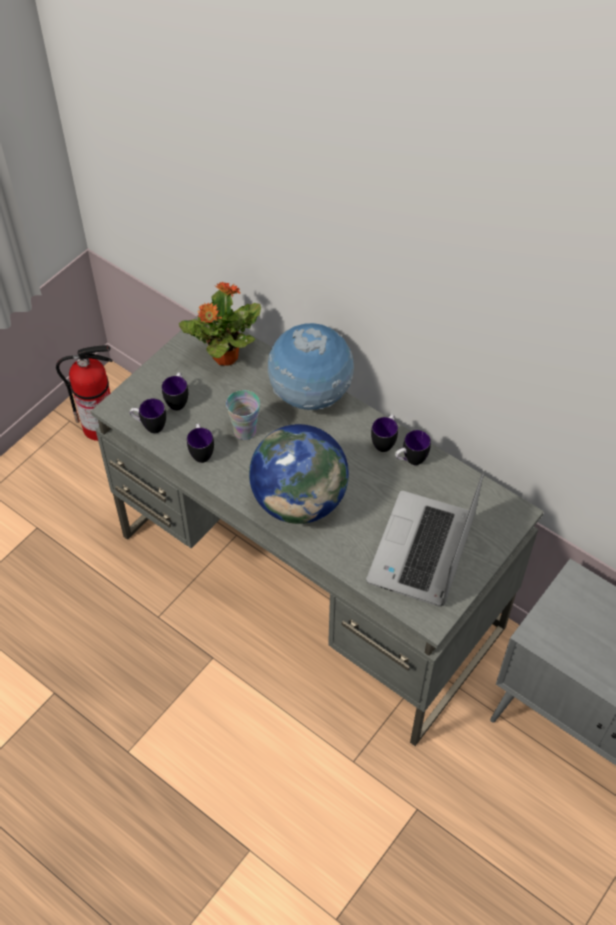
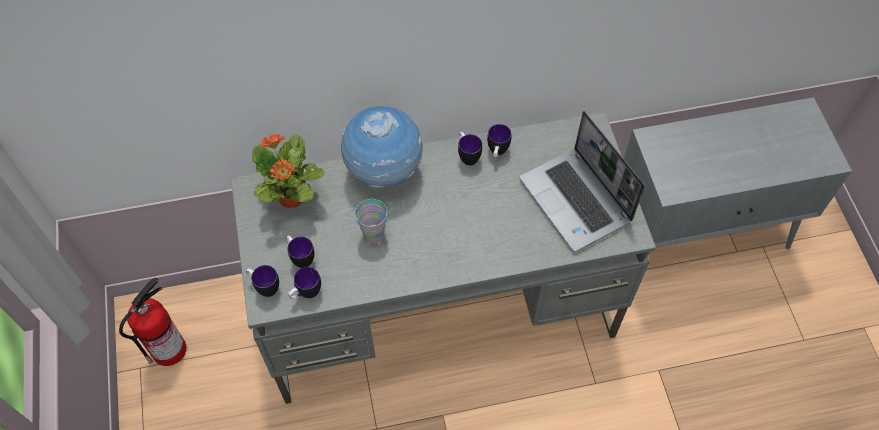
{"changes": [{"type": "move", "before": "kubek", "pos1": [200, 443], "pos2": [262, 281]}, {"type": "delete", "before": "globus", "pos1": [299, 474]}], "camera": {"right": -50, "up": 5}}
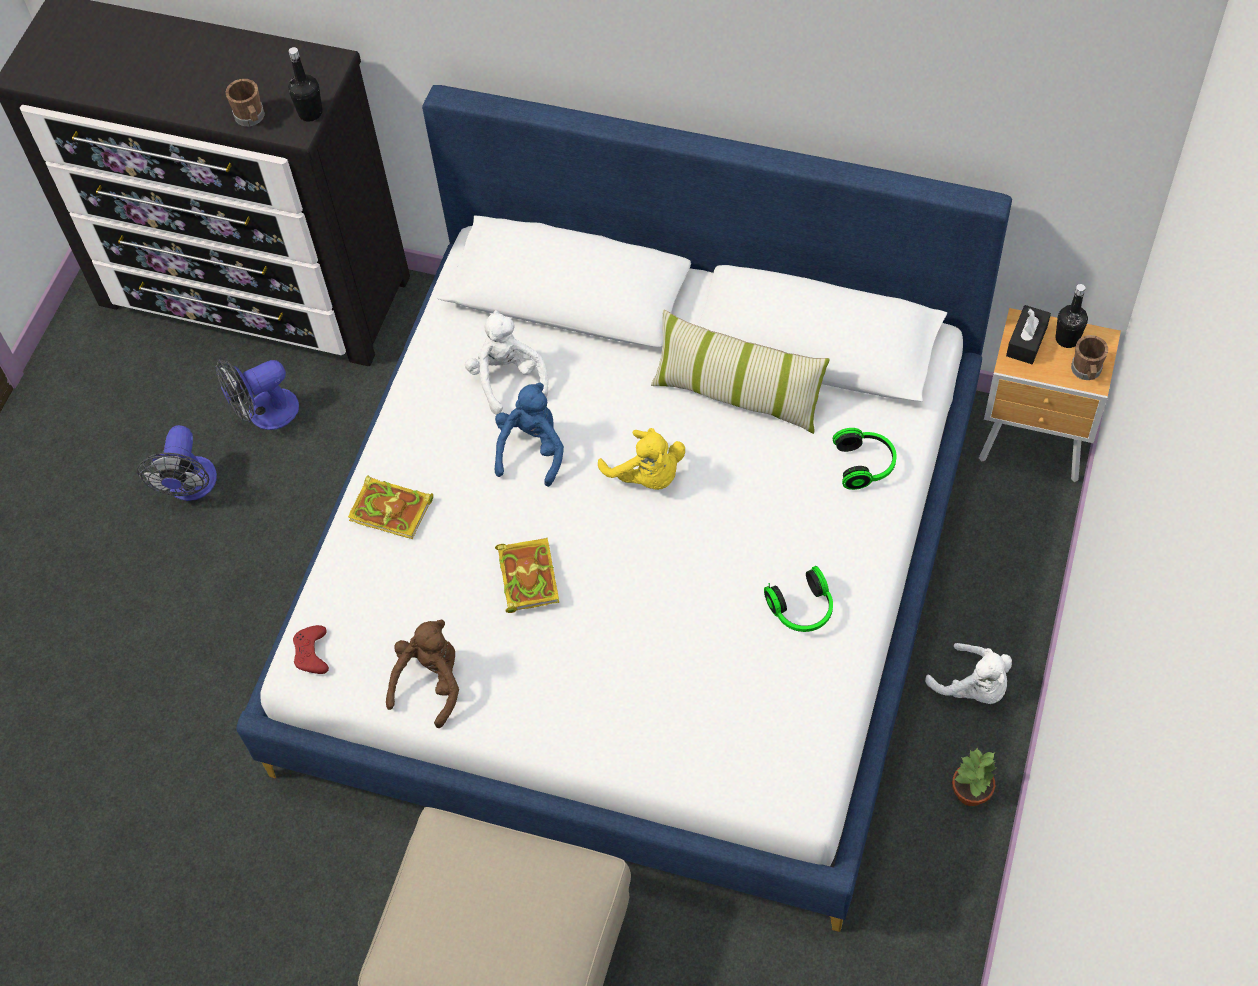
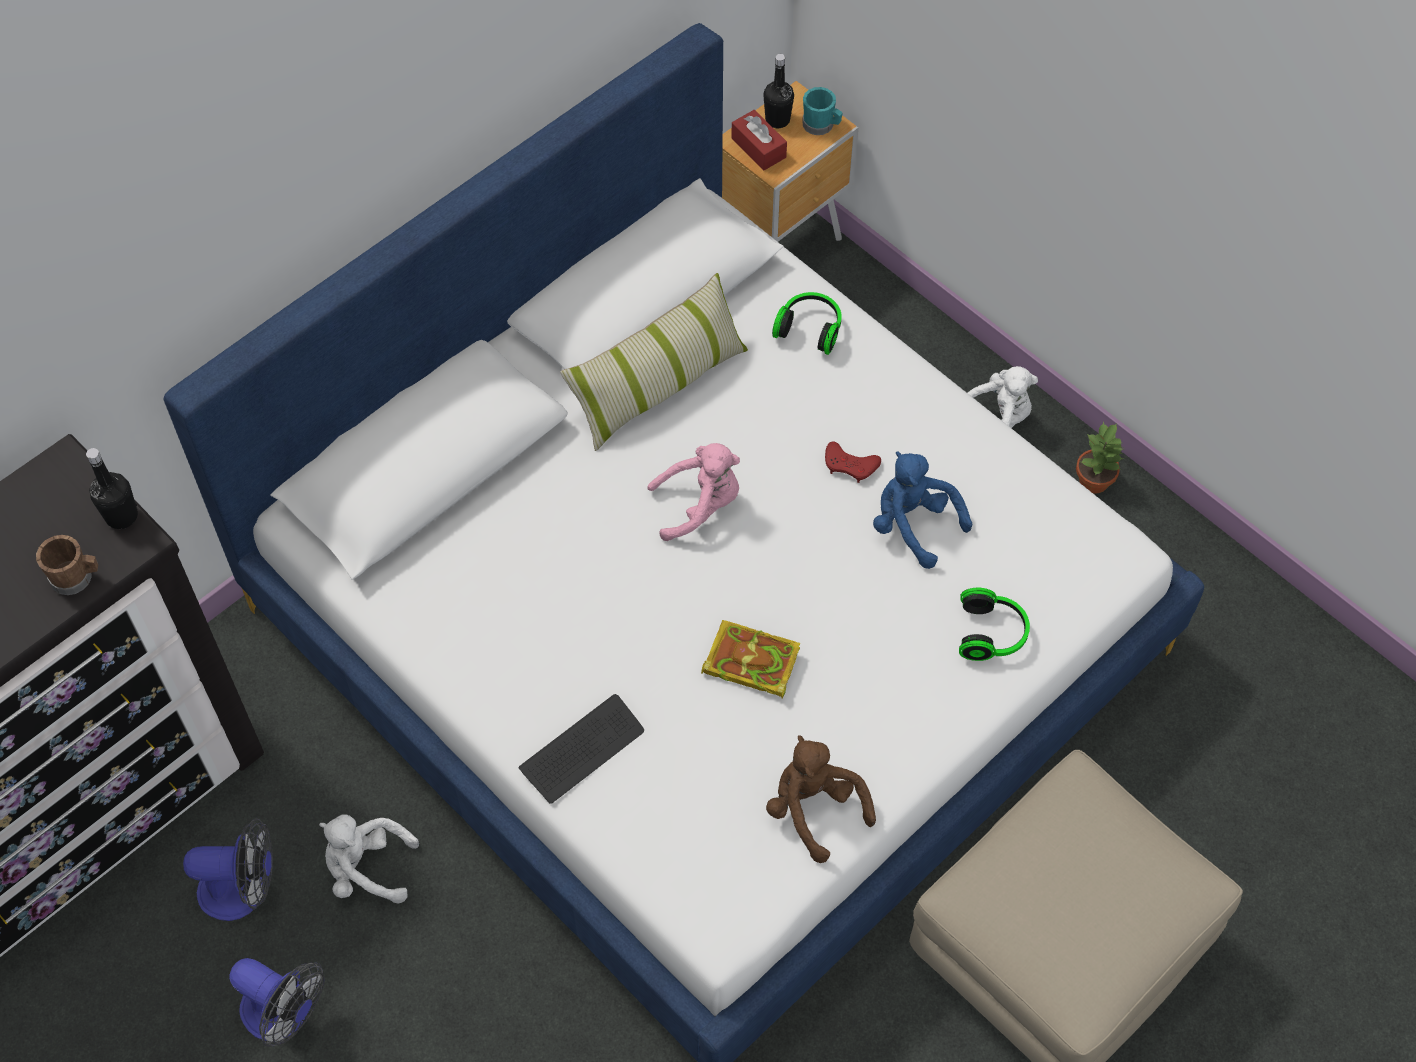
{"changes": [{"type": "recolor", "before": "pudełko chusteczek (czarny)", "after": "pudełko chusteczek (czerwony)", "pos1": [1028, 334], "pos2": [759, 140]}, {"type": "move", "before": "pluszak (biały)", "pos1": [506, 362], "pos2": [369, 859]}, {"type": "recolor", "before": "kubek (brązowy)", "after": "kubek (turkusowy)", "pos1": [1089, 357], "pos2": [822, 111]}, {"type": "rotate", "before": "wentylator", "pos1": [257, 395], "pos2": [228, 869], "turn": -90}, {"type": "move", "before": "pluszak (niebieski)", "pos1": [529, 434], "pos2": [922, 510]}, {"type": "recolor", "before": "pluszak (żółty)", "after": "pluszak (różowy)", "pos1": [641, 459], "pos2": [693, 492]}, {"type": "replace", "before": "książka", "after": "klawiatura", "pos1": [390, 507], "pos2": [581, 749]}, {"type": "move", "before": "słuchawki", "pos1": [798, 599], "pos2": [994, 624]}, {"type": "move", "before": "pad do gier (czerwony)", "pos1": [311, 649], "pos2": [853, 462]}], "camera": {"right": -65, "up": 0}}
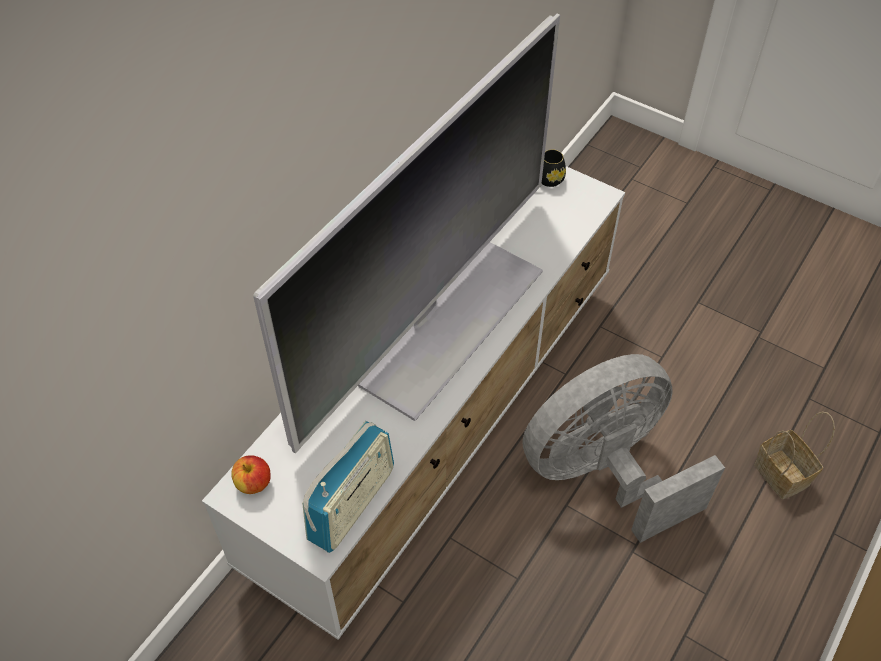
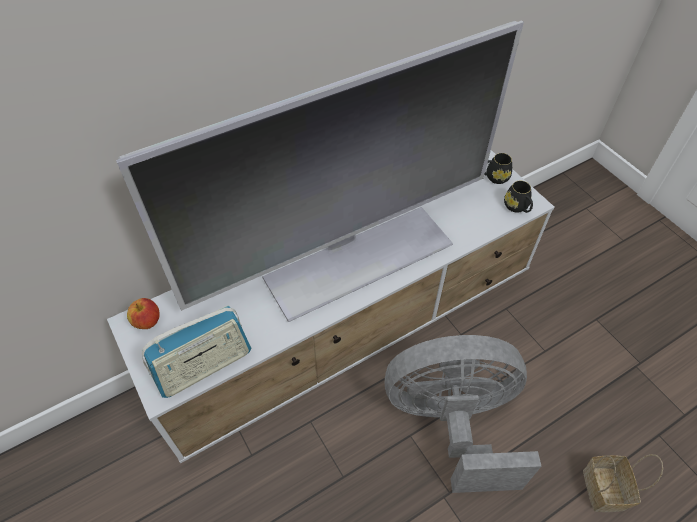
{"changes": [{"type": "insert", "after": "kubek (czarny)", "pos2": [518, 197]}], "camera": {"right": 25, "up": 0}}
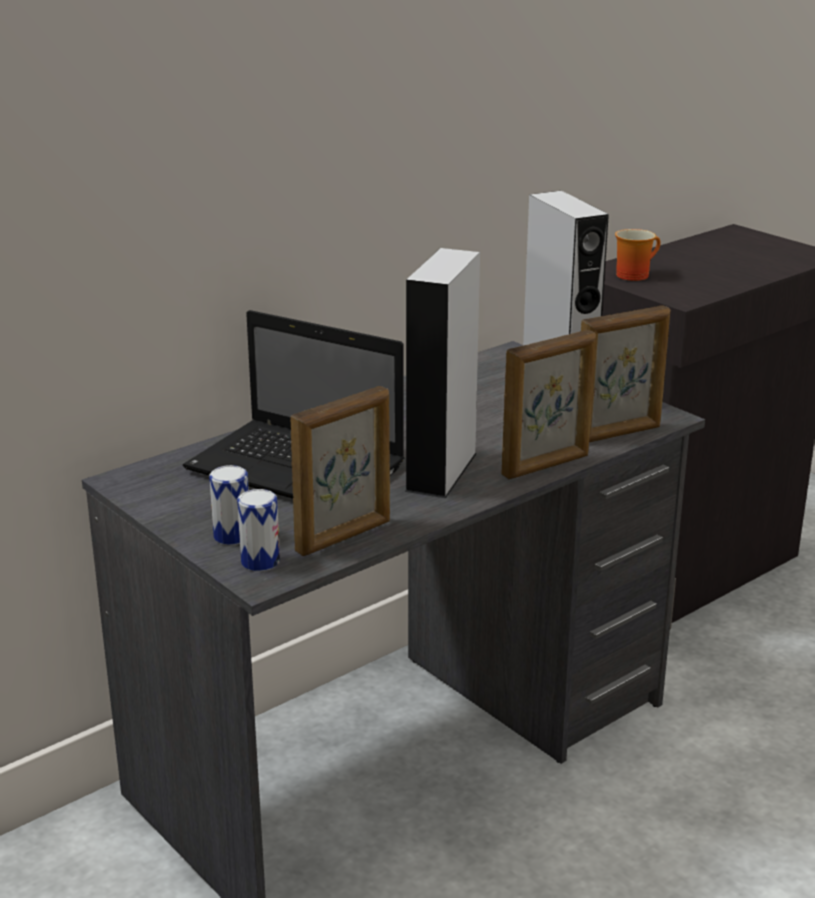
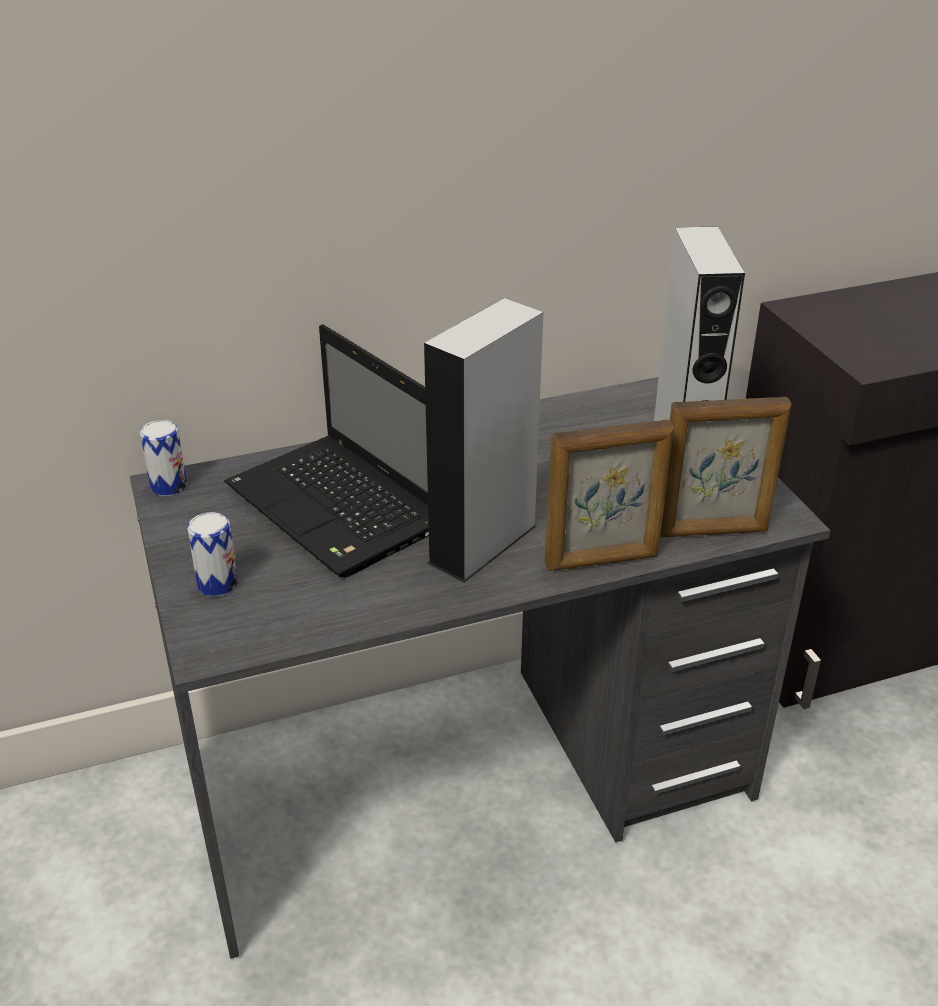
{"changes": [{"type": "delete", "before": "kubek", "pos1": [638, 255]}, {"type": "delete", "before": "ramka na zdjęcie", "pos1": [340, 471]}, {"type": "move", "before": "puszka", "pos1": [258, 530], "pos2": [163, 458]}], "camera": {"right": 20, "up": 10}}
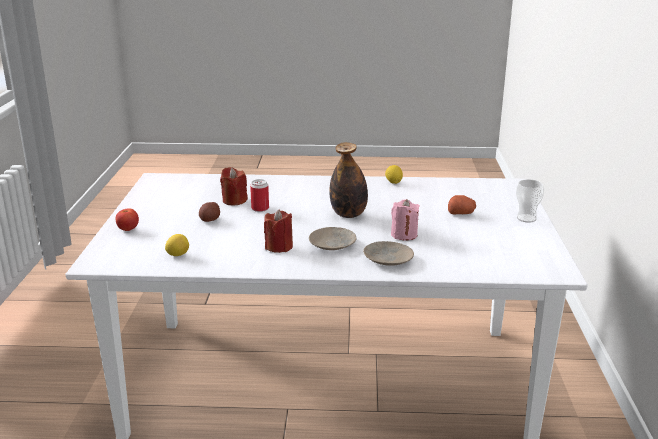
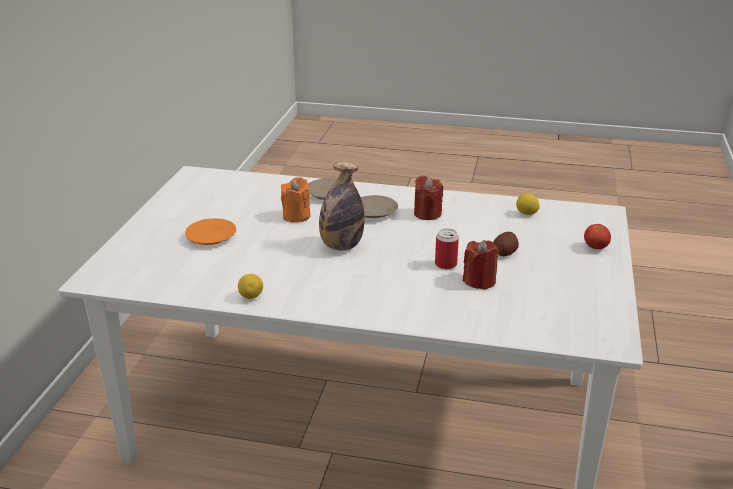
{"changes": [{"type": "delete", "before": "filiżanka", "pos1": [530, 200]}, {"type": "replace", "before": "ziemniak", "after": "talerz (pomarańczowy)", "pos1": [462, 204], "pos2": [210, 231]}, {"type": "recolor", "before": "świeca (różowy)", "after": "świeca (pomarańczowy)", "pos1": [405, 219], "pos2": [296, 200]}], "camera": {"right": -170, "up": 5}}
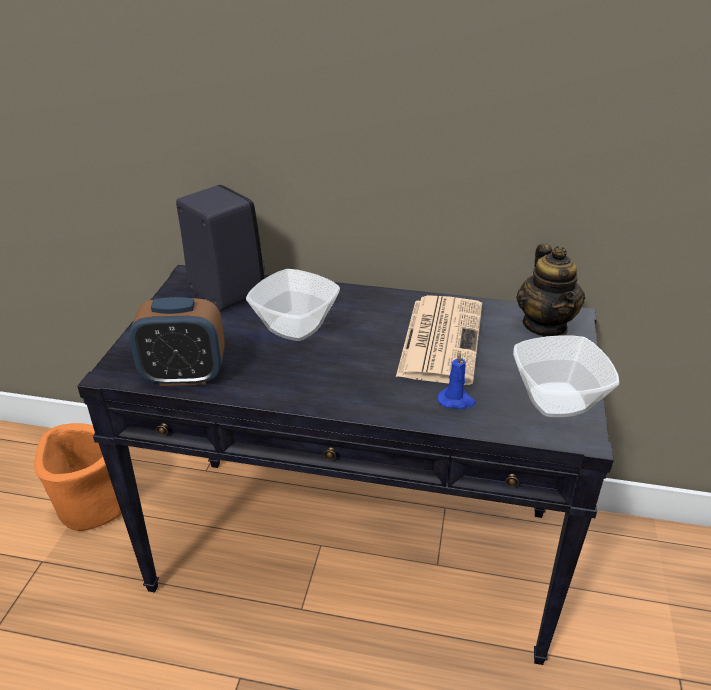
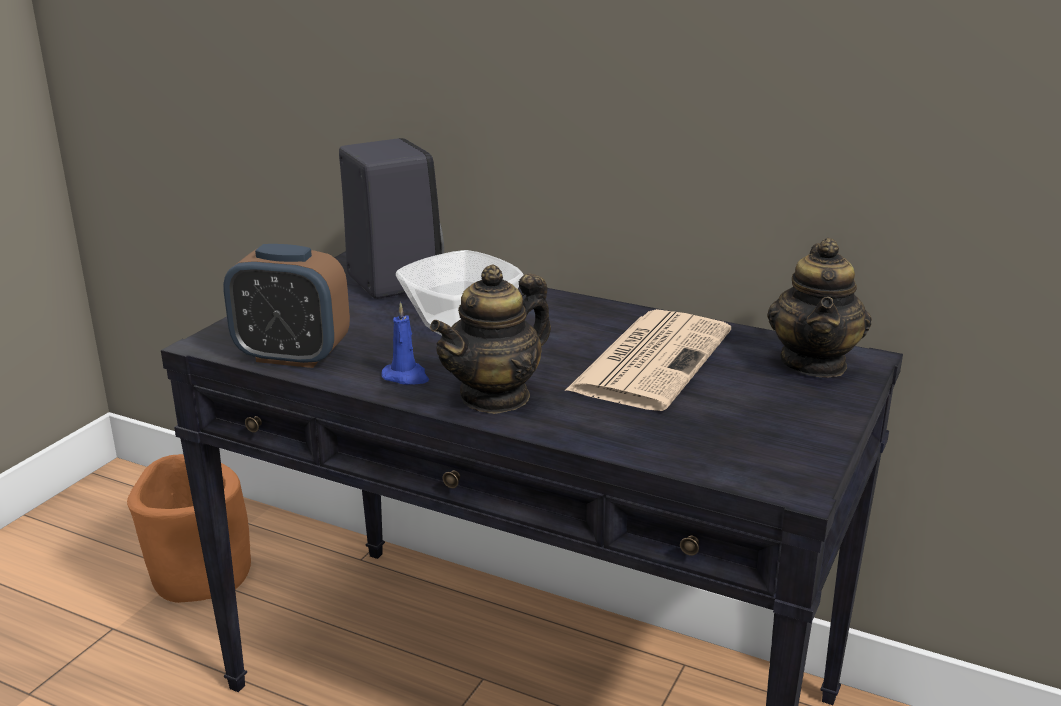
{"changes": [{"type": "delete", "before": "miska", "pos1": [566, 376]}, {"type": "move", "before": "świeca (niebieski)", "pos1": [457, 380], "pos2": [405, 343]}, {"type": "insert", "after": "imbryk", "pos2": [490, 339]}], "camera": {"right": 15, "up": -10}}
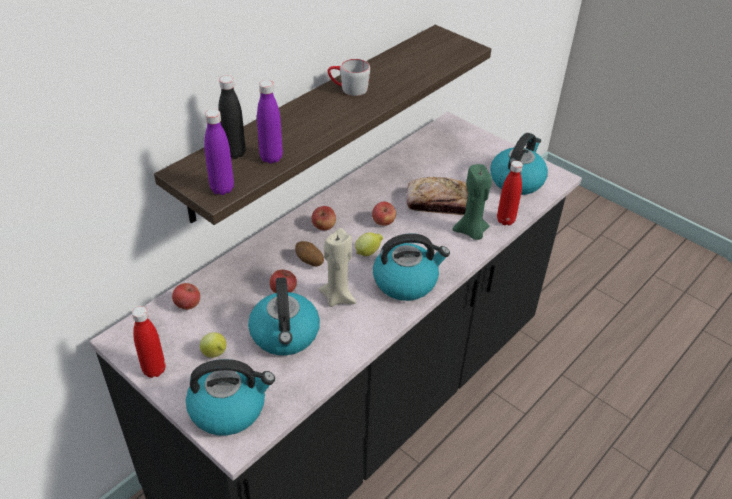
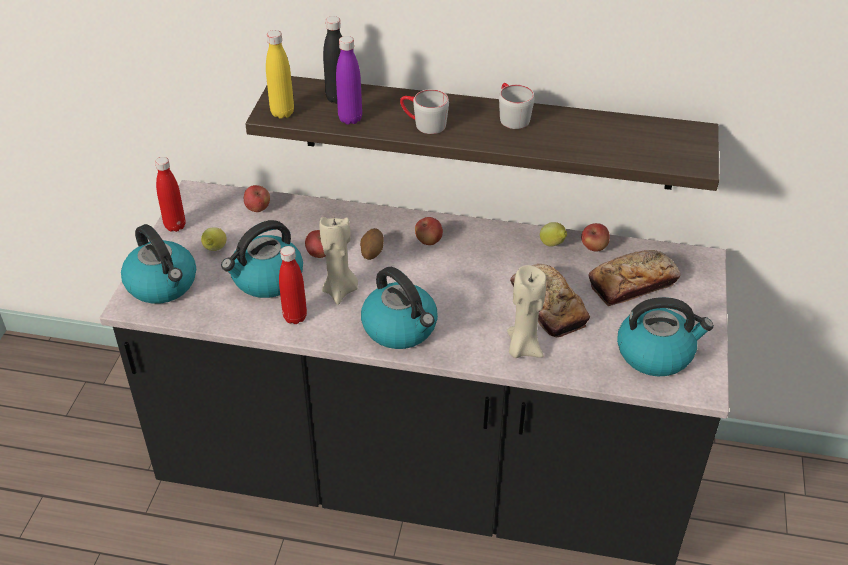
{"changes": [{"type": "recolor", "before": "butelka (fioletowy)", "after": "butelka (żółty)", "pos1": [219, 152], "pos2": [280, 74]}, {"type": "move", "before": "butelka (czerwony)", "pos1": [510, 193], "pos2": [293, 285]}, {"type": "recolor", "before": "świeca (zielony)", "after": "świeca (beżowy)", "pos1": [472, 202], "pos2": [526, 311]}, {"type": "move", "before": "jabłko", "pos1": [384, 214], "pos2": [595, 237]}, {"type": "move", "before": "cytryna", "pos1": [369, 244], "pos2": [553, 234]}, {"type": "insert", "after": "kubek (szary)", "pos2": [424, 111]}, {"type": "insert", "after": "chleb", "pos2": [634, 278]}], "camera": {"right": 60, "up": 0}}
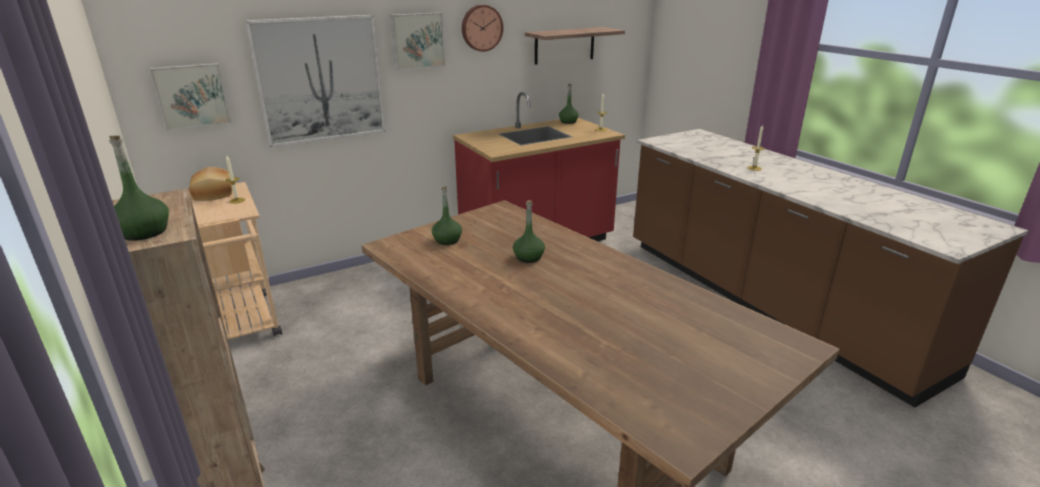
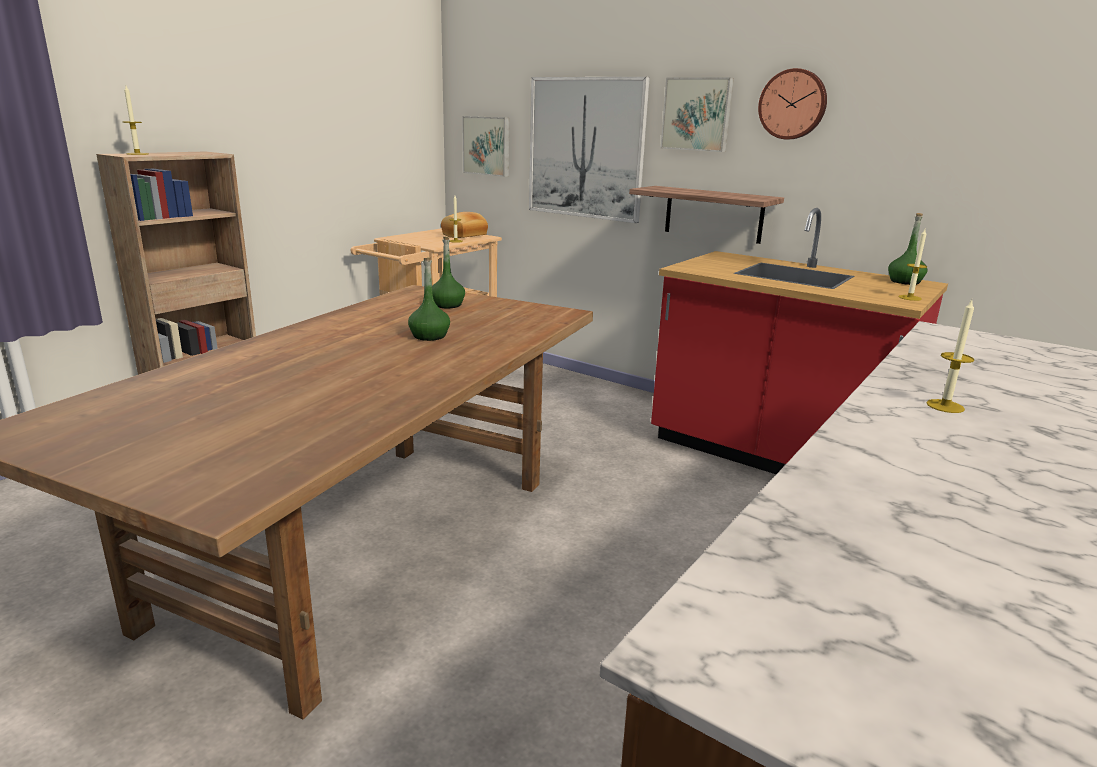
{"changes": [{"type": "move", "before": "półka", "pos1": [575, 46], "pos2": [706, 215]}, {"type": "replace", "before": "butelka (zielony)", "after": "świeca", "pos1": [139, 188], "pos2": [135, 120]}], "camera": {"right": 65, "up": -5}}
